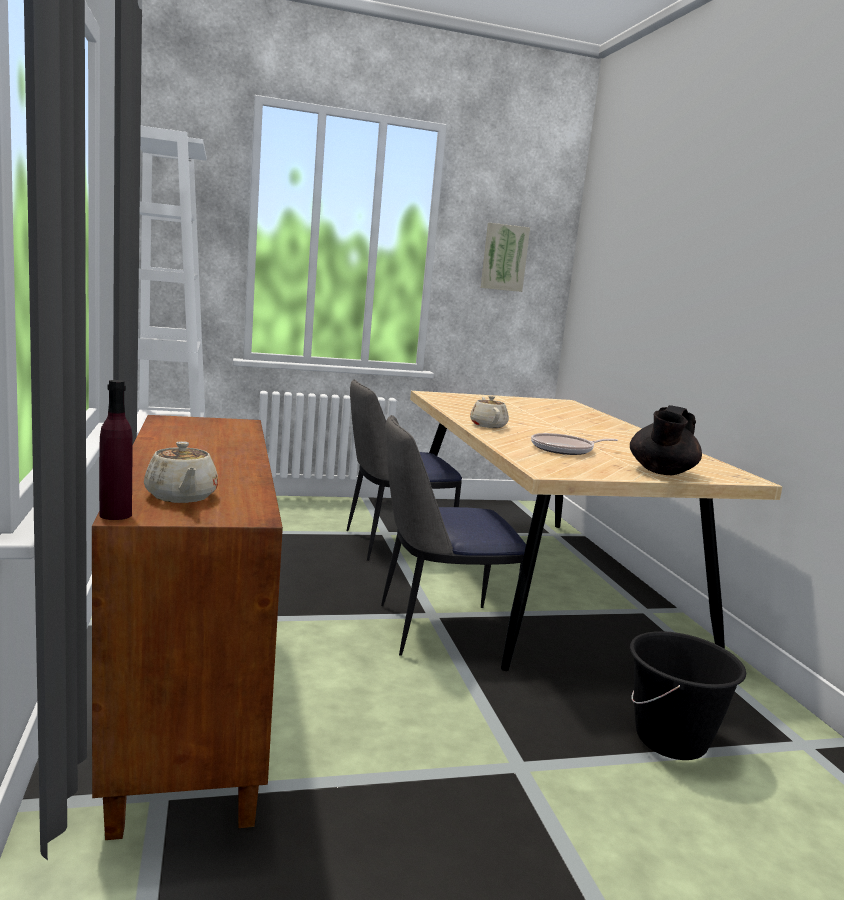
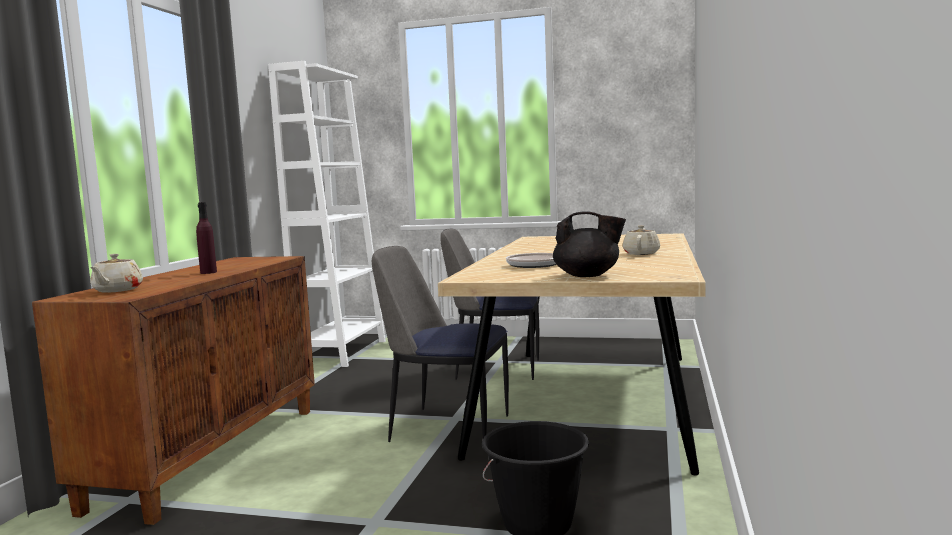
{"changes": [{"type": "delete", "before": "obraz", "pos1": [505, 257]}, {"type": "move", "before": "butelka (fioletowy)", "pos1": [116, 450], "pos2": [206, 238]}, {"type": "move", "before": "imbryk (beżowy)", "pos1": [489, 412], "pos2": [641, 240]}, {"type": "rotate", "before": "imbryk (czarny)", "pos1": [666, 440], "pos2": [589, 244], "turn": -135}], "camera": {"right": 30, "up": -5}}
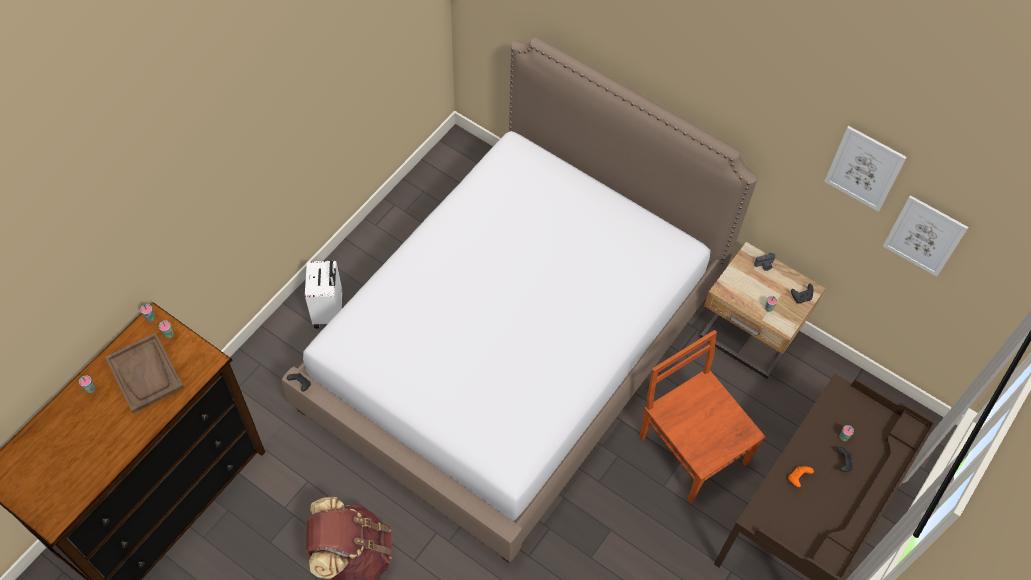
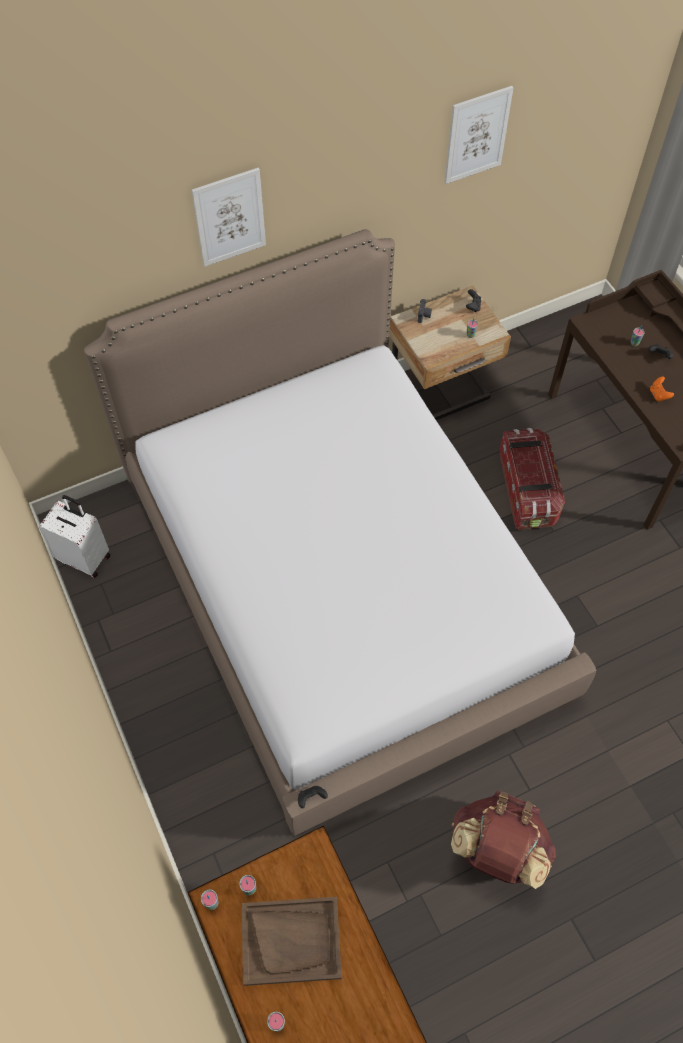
{"changes": [{"type": "move", "before": "obraz", "pos1": [925, 236], "pos2": [229, 217]}, {"type": "move", "before": "walizka (biały)", "pos1": [323, 295], "pos2": [74, 536]}, {"type": "replace", "before": "krzesło (brązowy)", "after": "pojemnik do przechowywania", "pos1": [702, 416], "pos2": [532, 479]}], "camera": {"right": -60, "up": 0}}
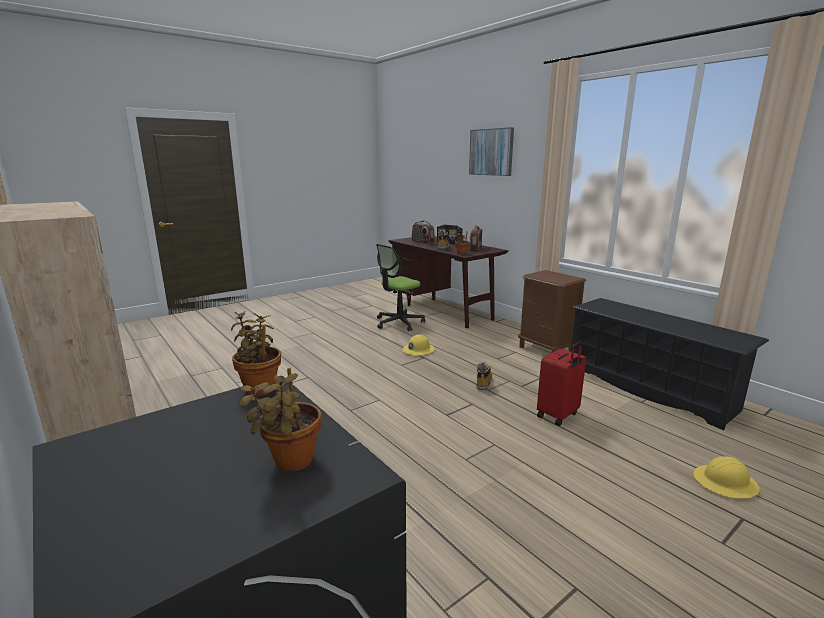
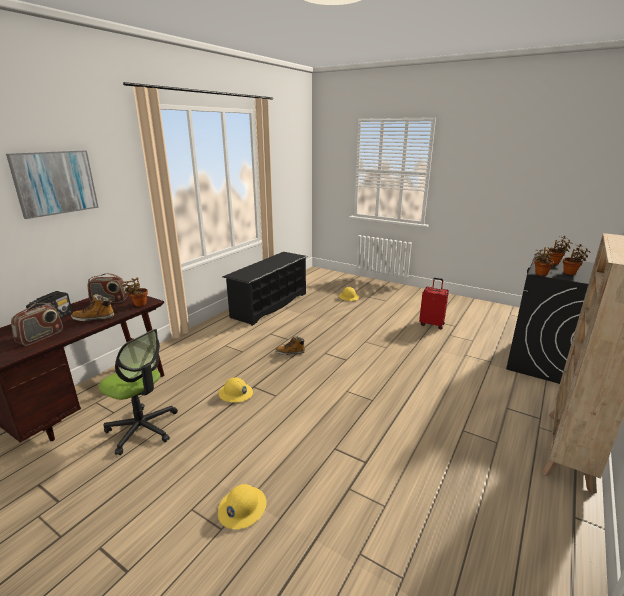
{"changes": [{"type": "delete", "before": "szafka nocna (brązowy)", "pos1": [552, 311]}, {"type": "move", "before": "walizka (czerwony)", "pos1": [561, 383], "pos2": [434, 303]}, {"type": "insert", "after": "roślina doniczkowa", "pos2": [577, 259]}, {"type": "insert", "after": "kask (żółty)", "pos2": [242, 506]}], "camera": {"right": -110, "up": 5}}
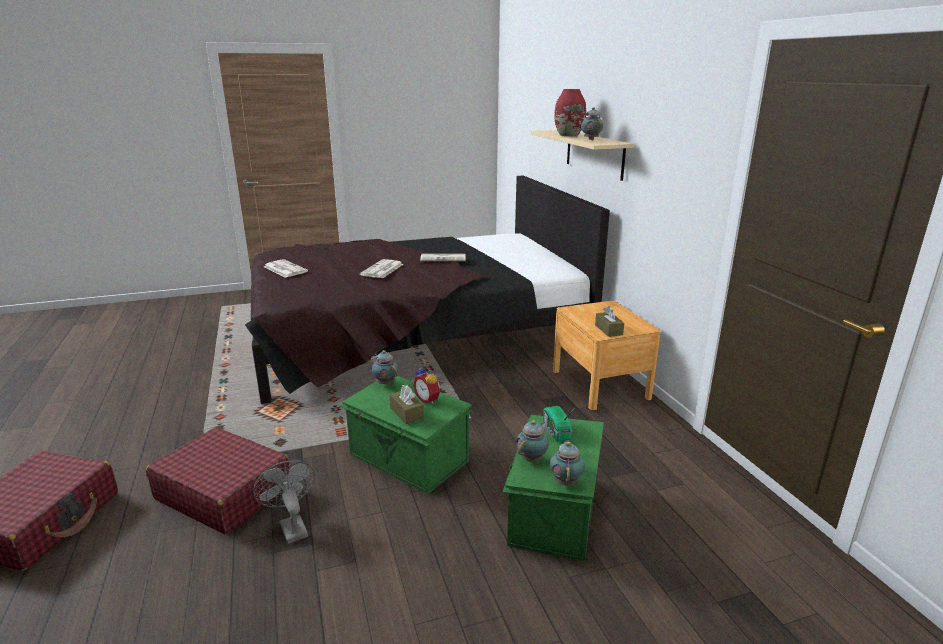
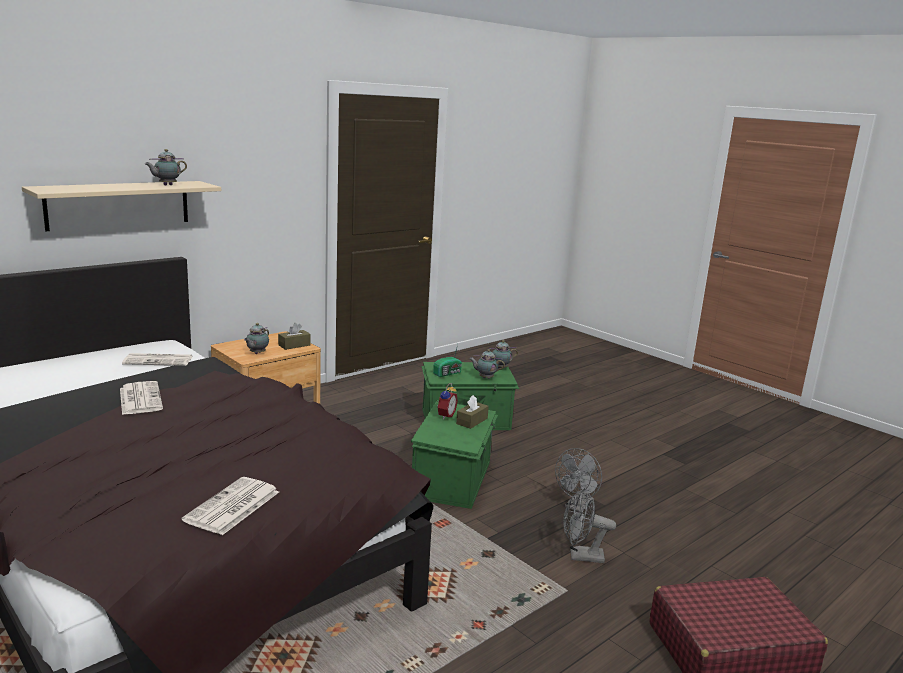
{"changes": [{"type": "delete", "before": "wazon (czerwony)", "pos1": [570, 113]}, {"type": "move", "before": "gazeta", "pos1": [381, 268], "pos2": [157, 359]}, {"type": "move", "before": "imbryk", "pos1": [384, 367], "pos2": [256, 338]}, {"type": "replace", "before": "walizka (czerwony)", "after": "wentylator (szary)", "pos1": [218, 481], "pos2": [590, 525]}], "camera": {"right": -115, "up": -5}}
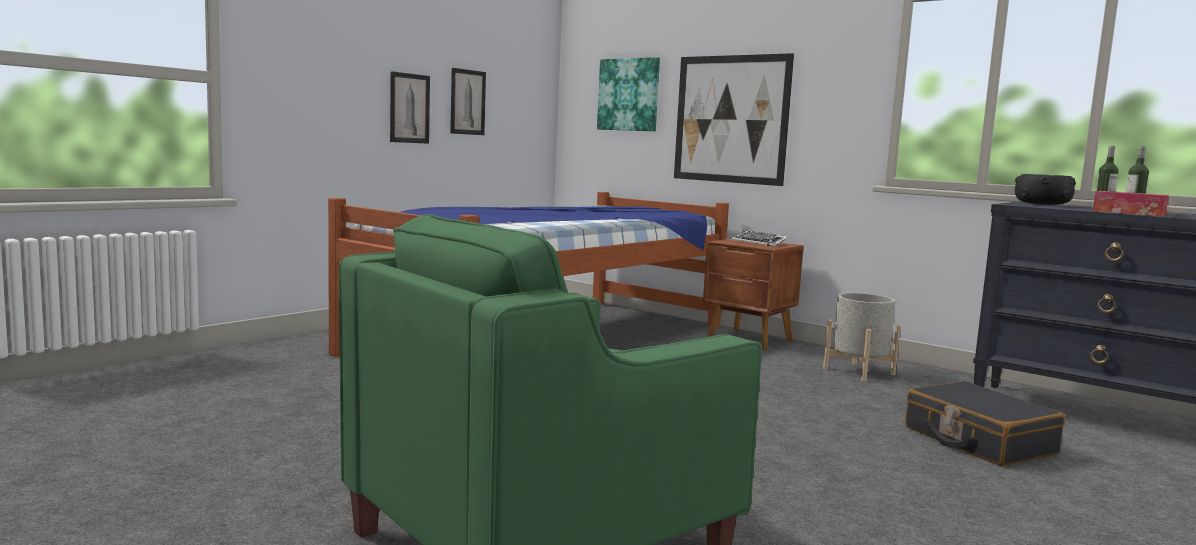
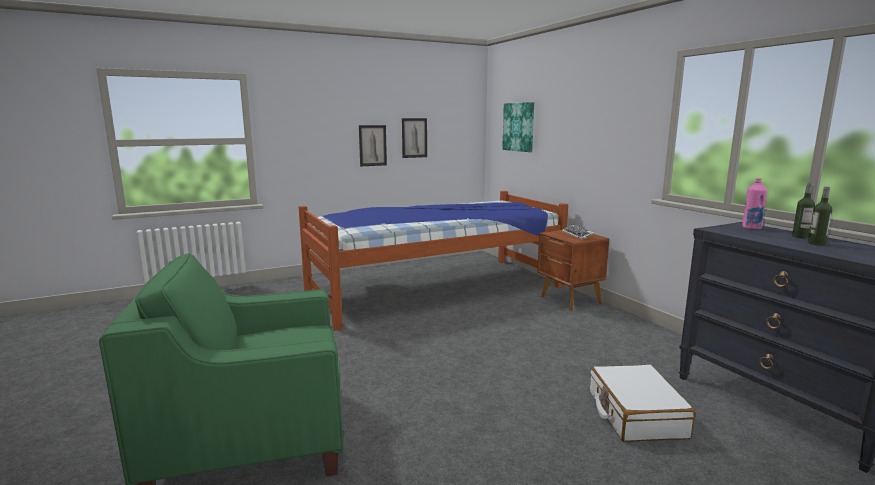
{"changes": [{"type": "delete", "before": "obraz", "pos1": [734, 119]}, {"type": "replace", "before": "miska (czarny)", "after": "butelka (różowy)", "pos1": [1045, 189], "pos2": [754, 204]}, {"type": "delete", "before": "pudełko chusteczek", "pos1": [1131, 203]}, {"type": "delete", "before": "donica (szary)", "pos1": [861, 337]}, {"type": "recolor", "before": "walizka (czarny)", "after": "walizka (biały)", "pos1": [985, 423], "pos2": [642, 403]}], "camera": {"right": 25, "up": 5}}
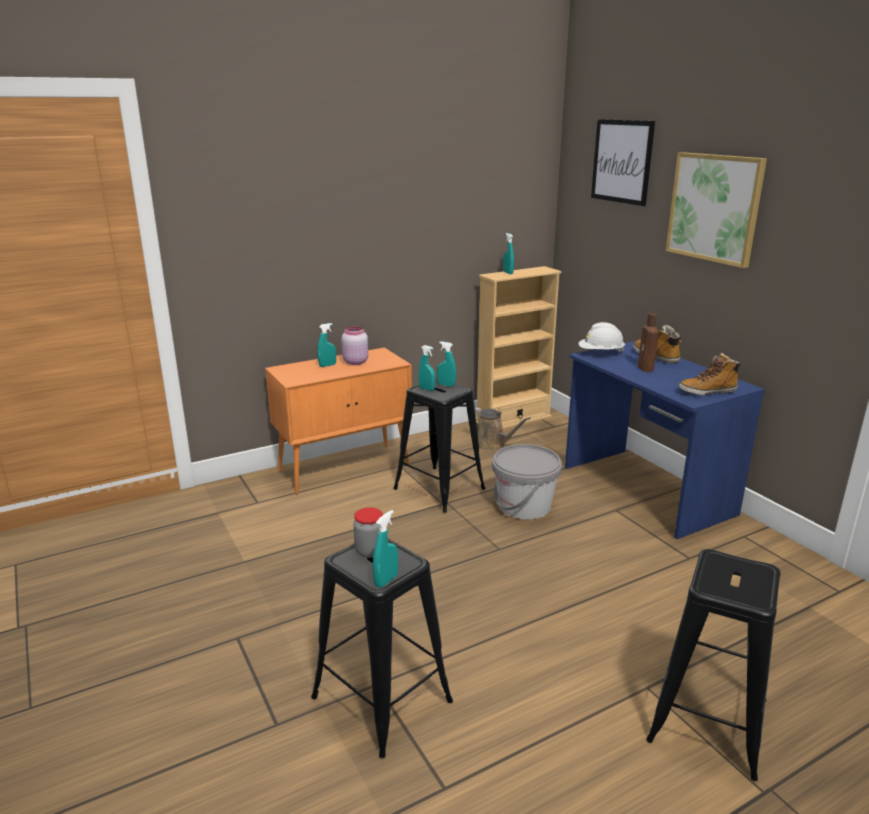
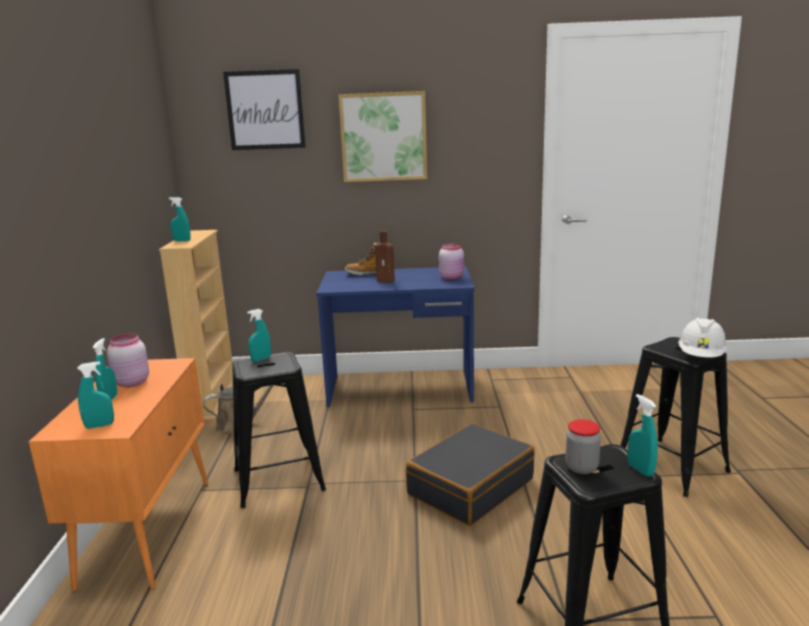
{"changes": [{"type": "move", "before": "kask (biały)", "pos1": [601, 337], "pos2": [703, 337]}, {"type": "move", "before": "spryskiwacz (turkusowy)", "pos1": [427, 368], "pos2": [95, 395]}, {"type": "replace", "before": "but z cholewką", "after": "słoik (różowy)", "pos1": [709, 374], "pos2": [451, 261]}, {"type": "delete", "before": "wiadro (szary)", "pos1": [527, 481]}, {"type": "insert", "after": "walizka (czarny)", "pos2": [470, 474]}], "camera": {"right": -60, "up": -5}}
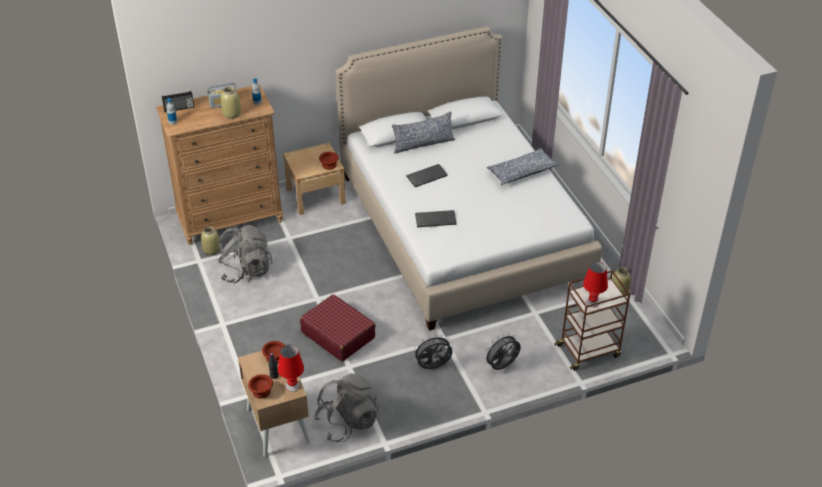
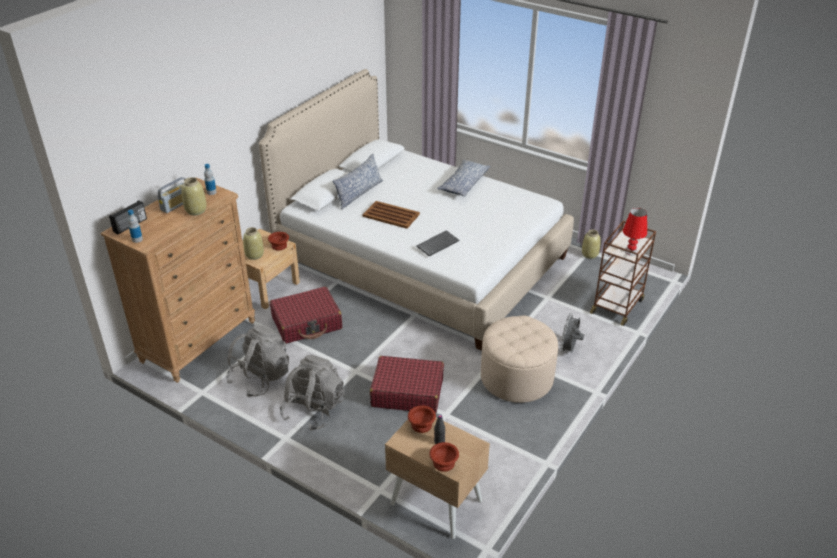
{"changes": [{"type": "replace", "before": "klawiatura", "after": "taca (brązowy)", "pos1": [427, 175], "pos2": [391, 215]}, {"type": "move", "before": "wazon (beżowy)", "pos1": [210, 240], "pos2": [253, 243]}, {"type": "replace", "before": "wentylator (szary)", "after": "pufa (beżowy)", "pos1": [432, 351], "pos2": [519, 359]}, {"type": "delete", "before": "lampa stołowa (czerwony)", "pos1": [291, 368]}, {"type": "move", "before": "plecak (szary)", "pos1": [346, 407], "pos2": [312, 393]}, {"type": "insert", "after": "walizka (czerwony)", "pos2": [306, 315]}], "camera": {"right": -35, "up": -5}}
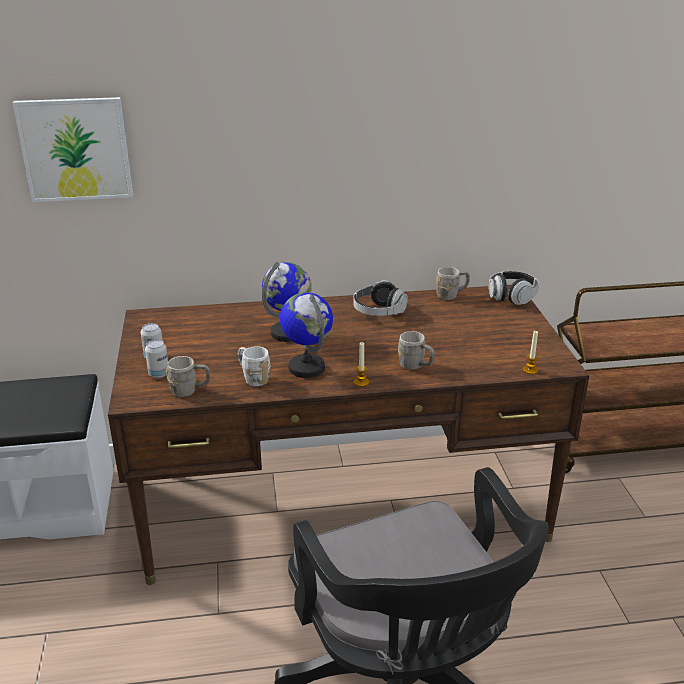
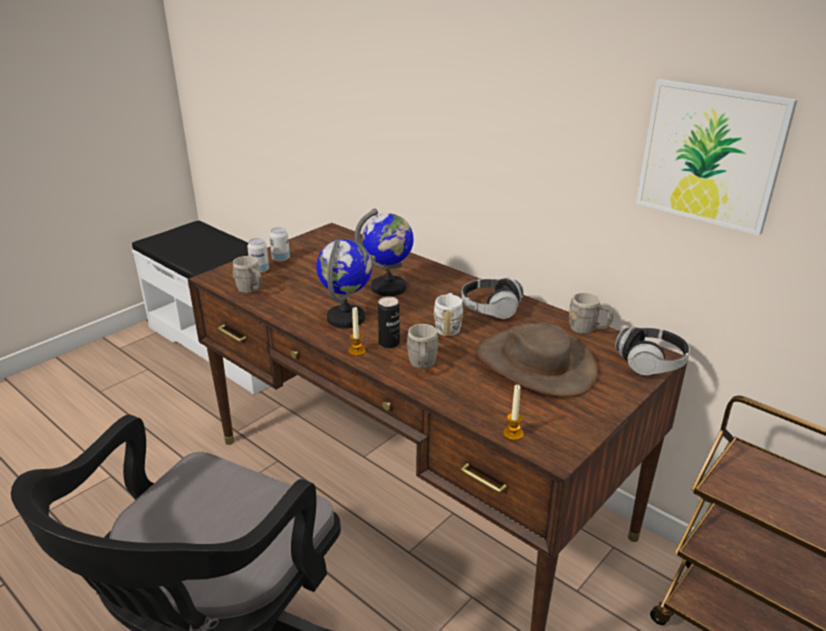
{"changes": [{"type": "move", "before": "obraz", "pos1": [73, 149], "pos2": [717, 157]}, {"type": "move", "before": "kubek (biały)", "pos1": [254, 366], "pos2": [448, 314]}, {"type": "insert", "after": "puszka", "pos2": [389, 323]}, {"type": "insert", "after": "kapelusz (brązowy)", "pos2": [537, 360]}], "camera": {"right": 50, "up": 0}}
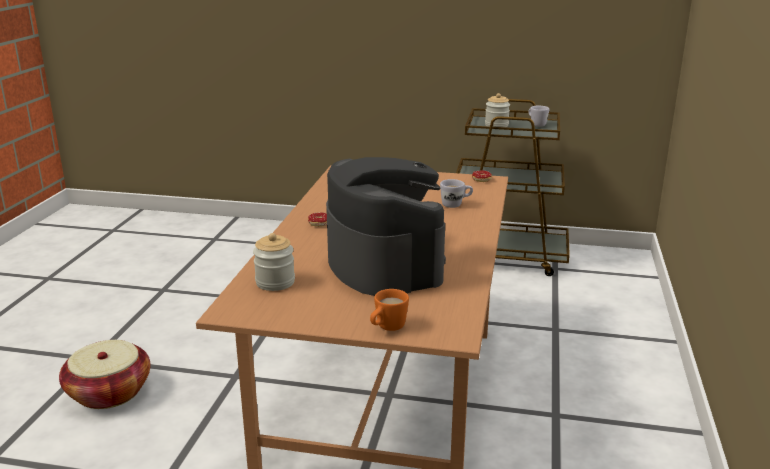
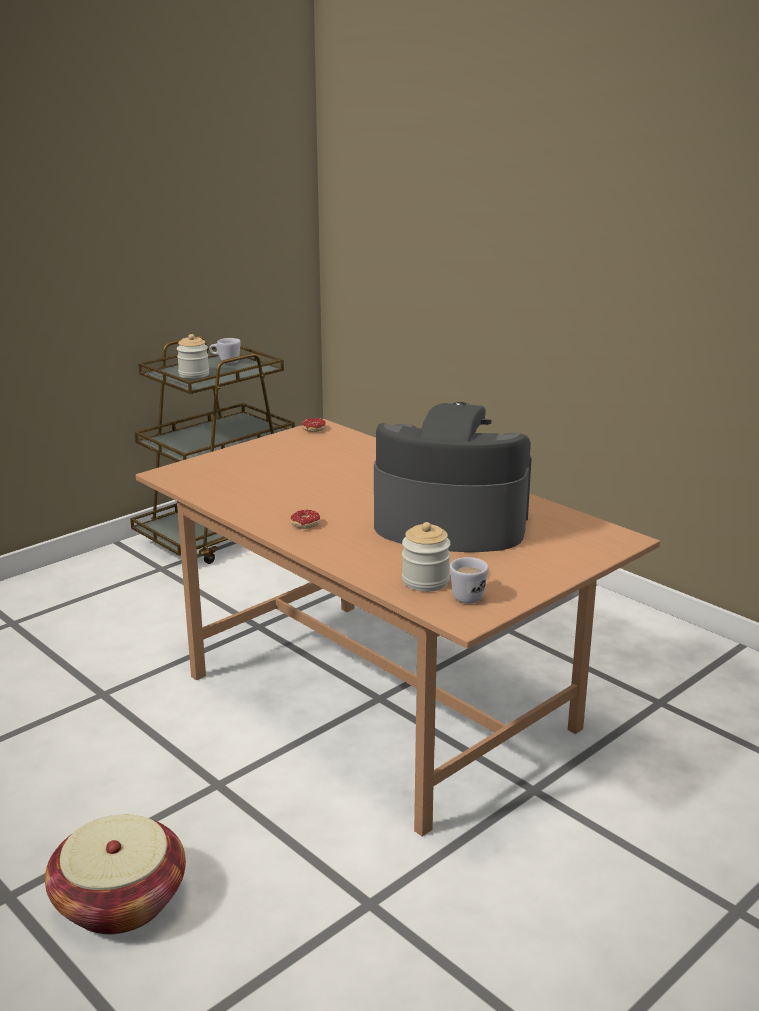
{"changes": [{"type": "move", "before": "kubek (biały)", "pos1": [456, 193], "pos2": [469, 580]}, {"type": "delete", "before": "kubek (pomarańczowy)", "pos1": [389, 310]}], "camera": {"right": -55, "up": 0}}
